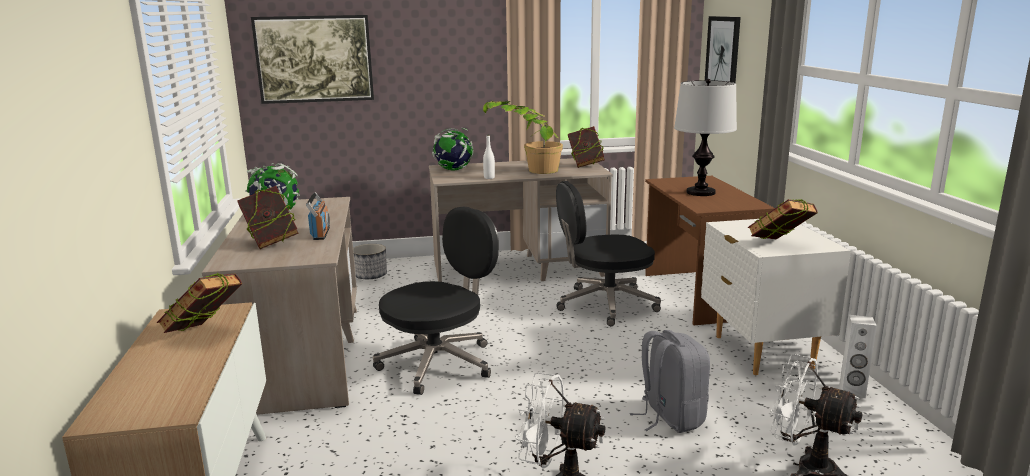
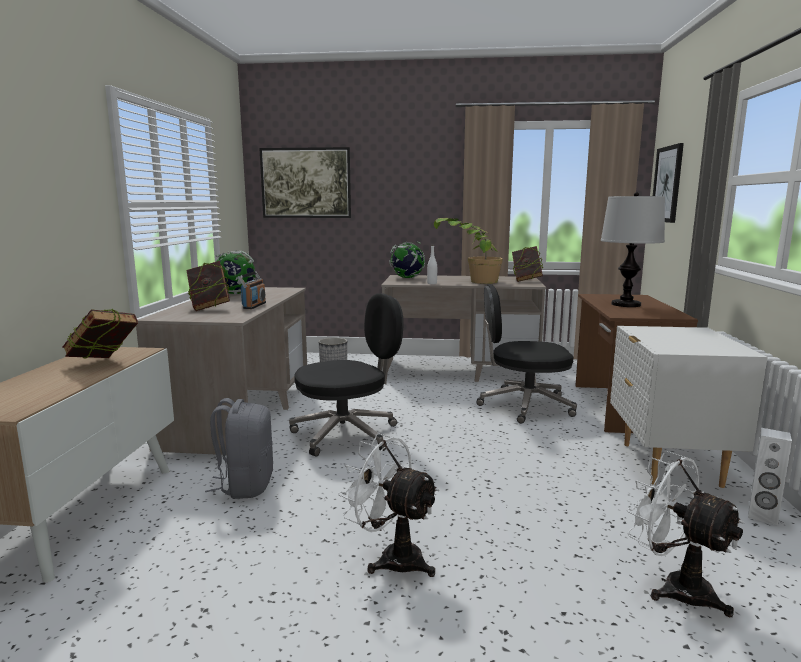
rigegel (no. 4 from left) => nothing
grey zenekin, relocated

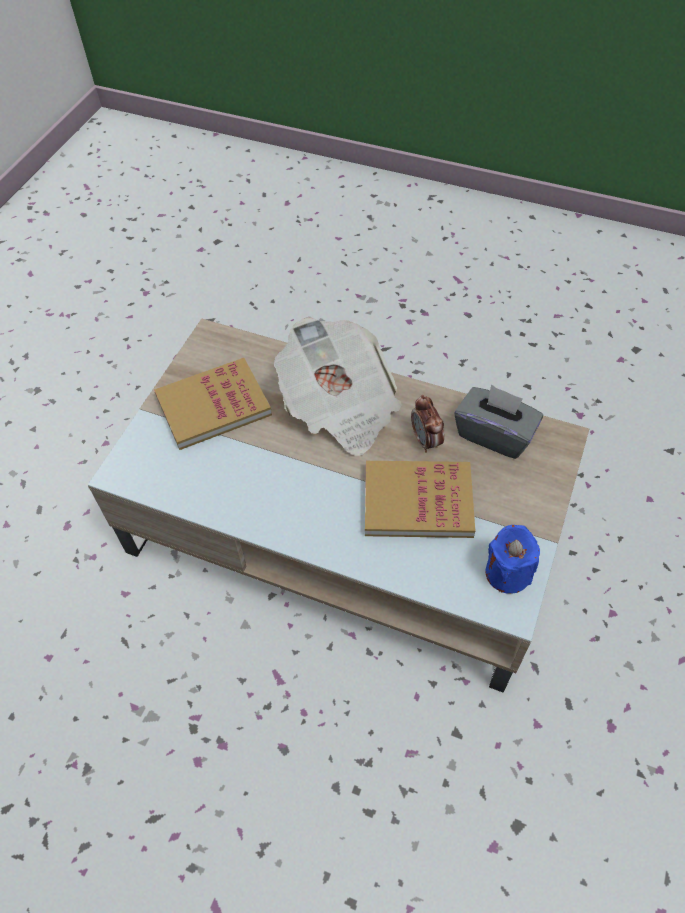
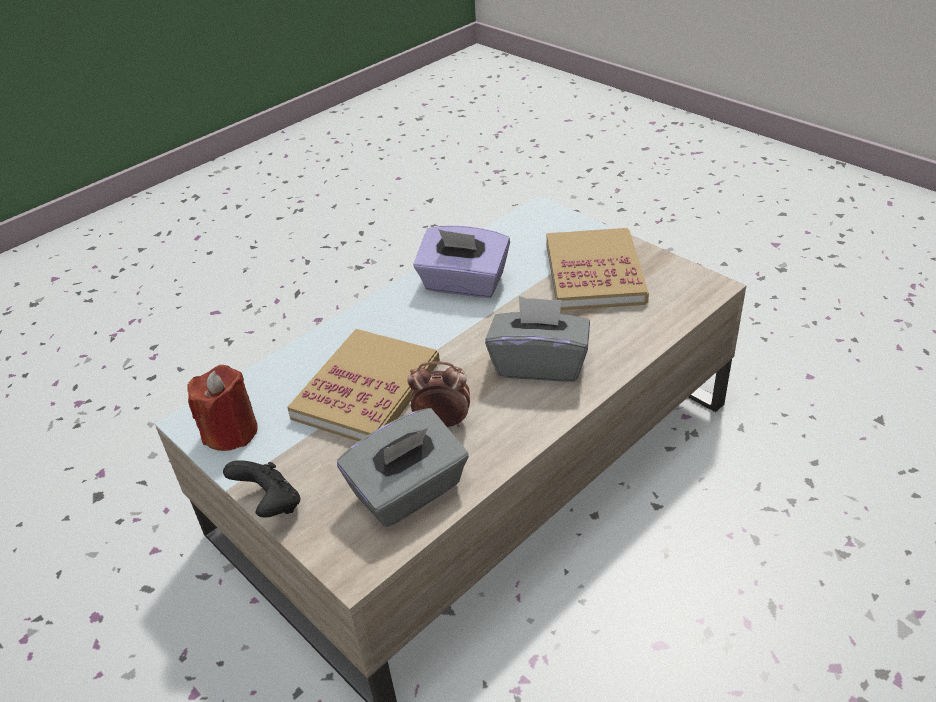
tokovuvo => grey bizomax (no. 2 from left)
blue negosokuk => red negosokuk
nothing => purple bizomax
nothing => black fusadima

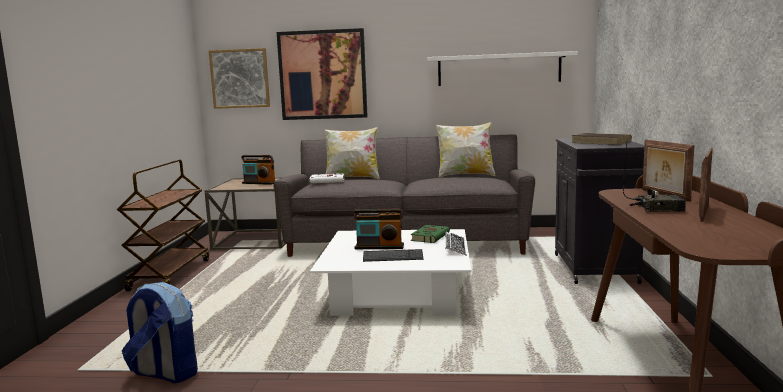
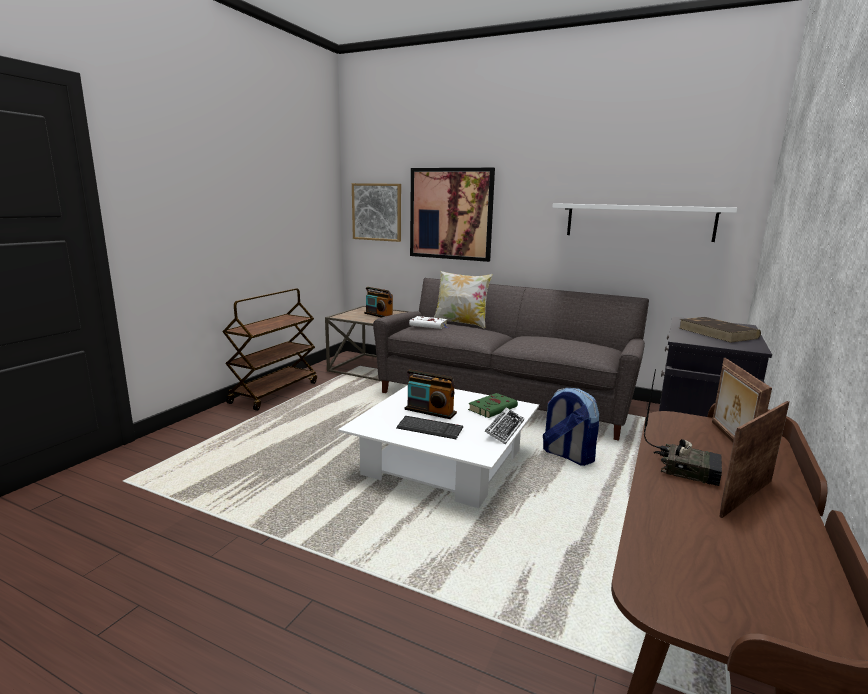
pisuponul (no. 2 from left) => nothing
zenekin, relocated

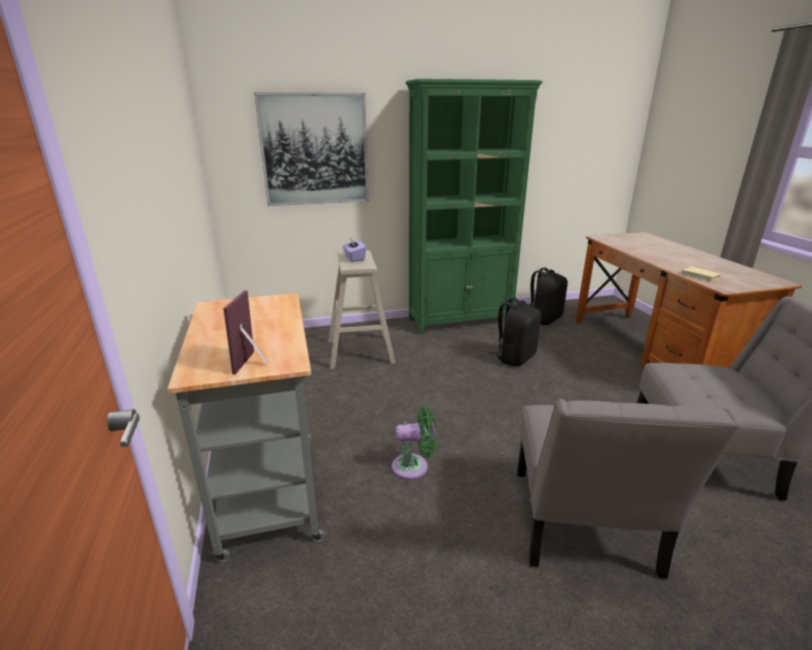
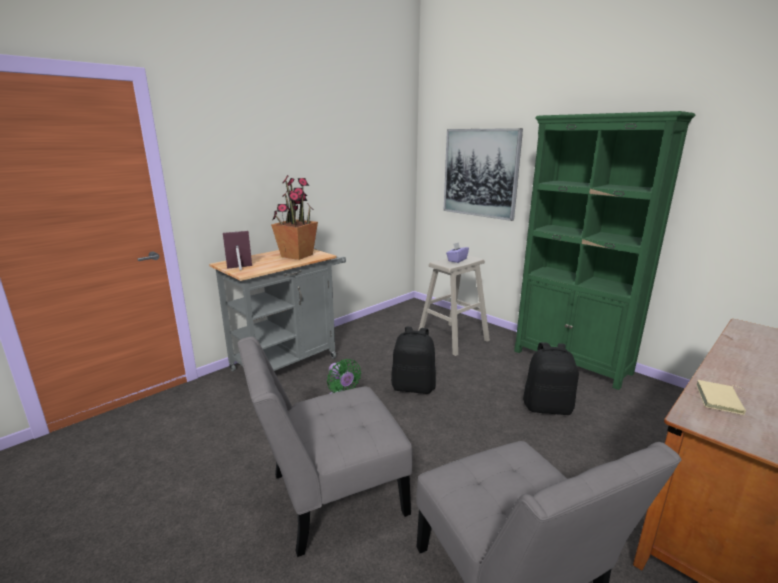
black zenekin (no. 2 from left in the first image) => black zenekin (no. 1 from left), relocated
nothing => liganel

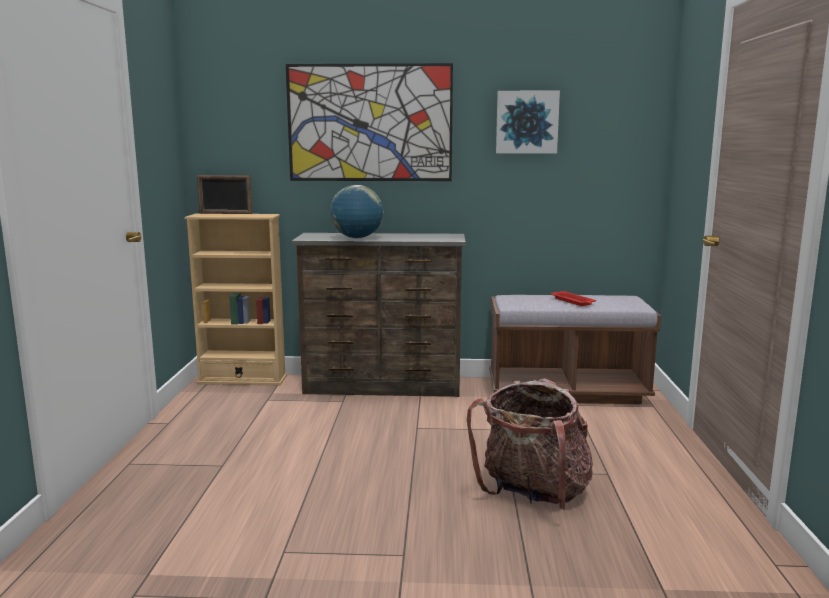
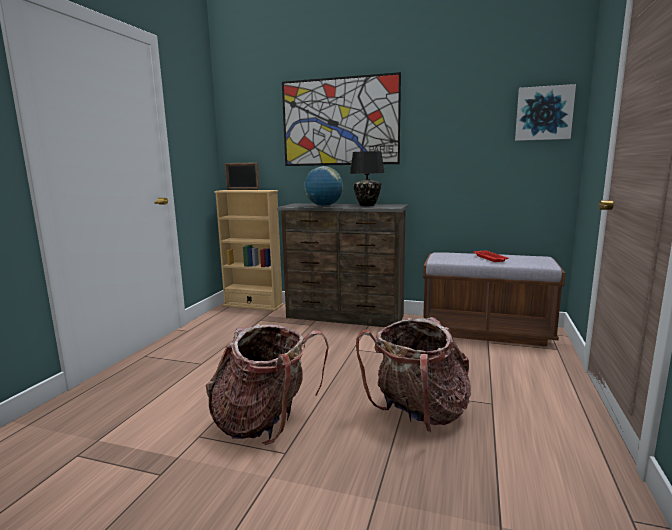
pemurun (no. 2 from left), relocated
nothing => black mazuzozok
nothing => zenekin (no. 1 from left)

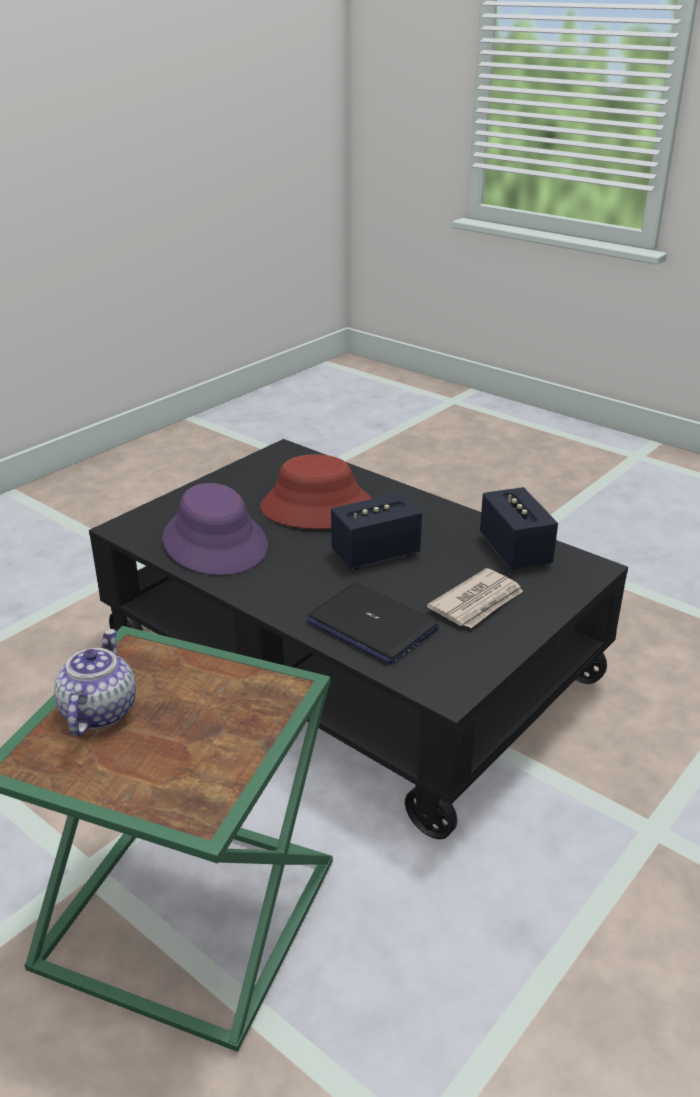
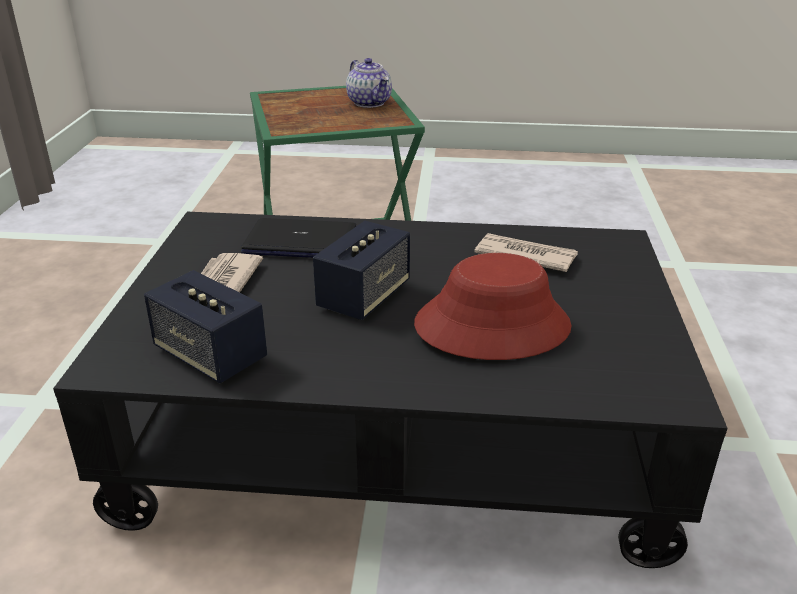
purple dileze => tokovuvo (no. 2 from left)

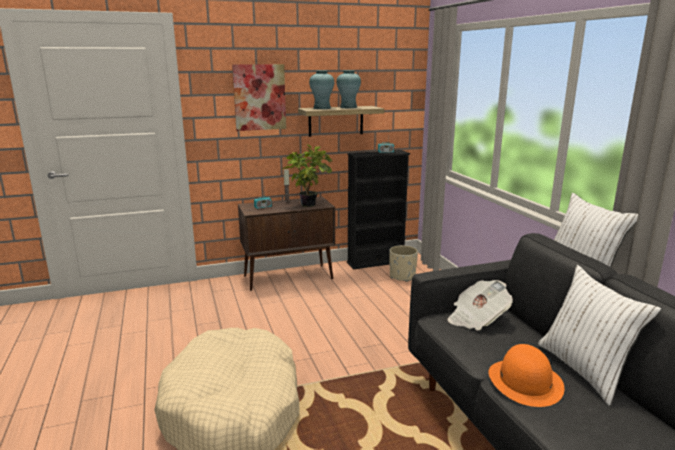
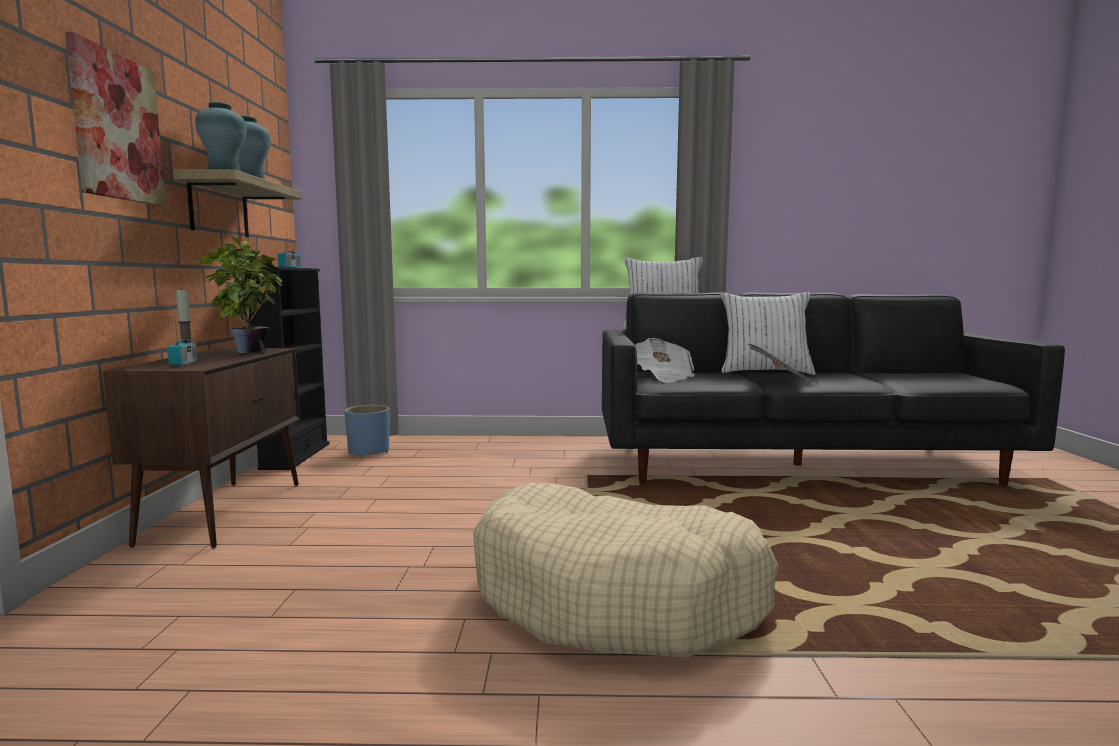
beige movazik => blue movazik
orange dileze => tokovuvo (no. 2 from left)

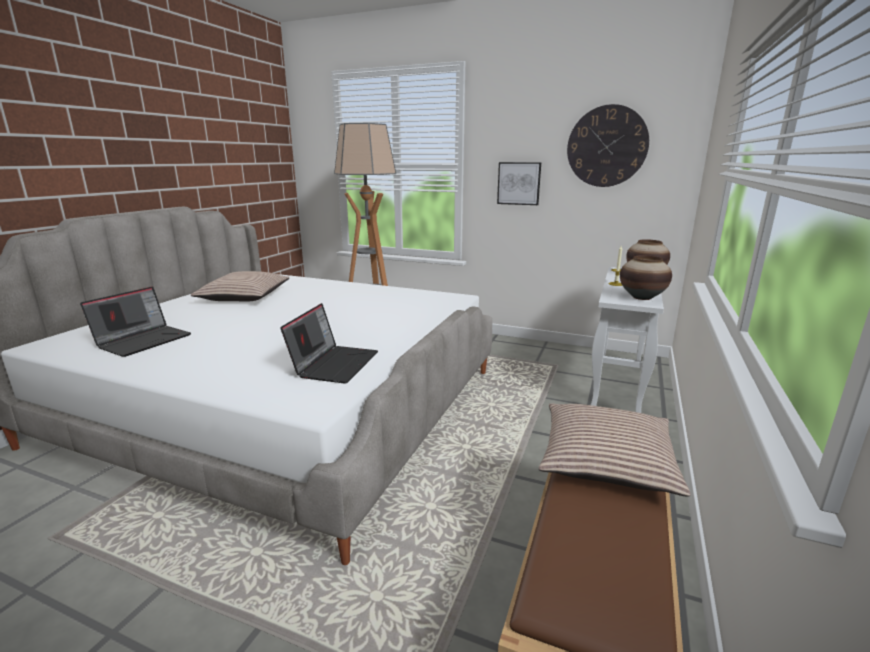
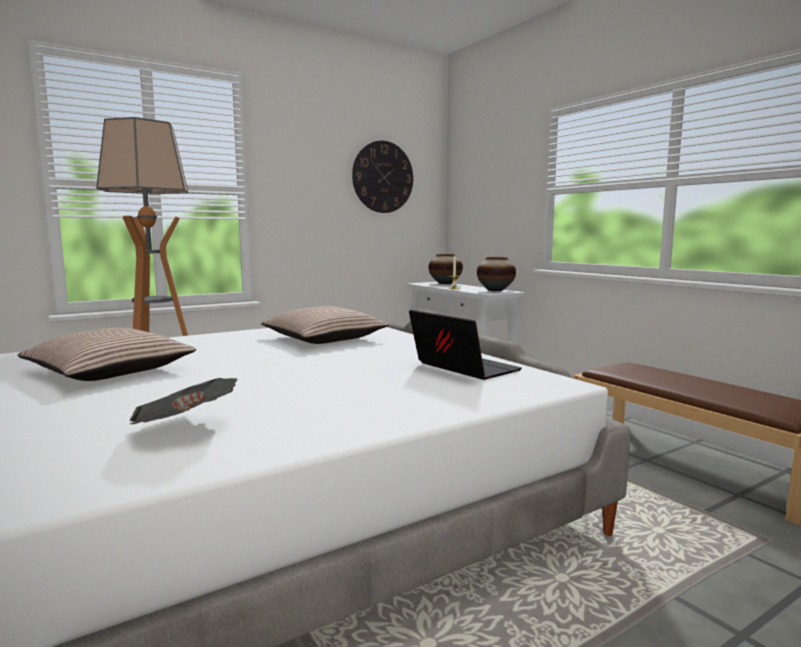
pemurun => nothing
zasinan (no. 1 from left) => tokovuvo
pisuponul (no. 2 from left), relocated

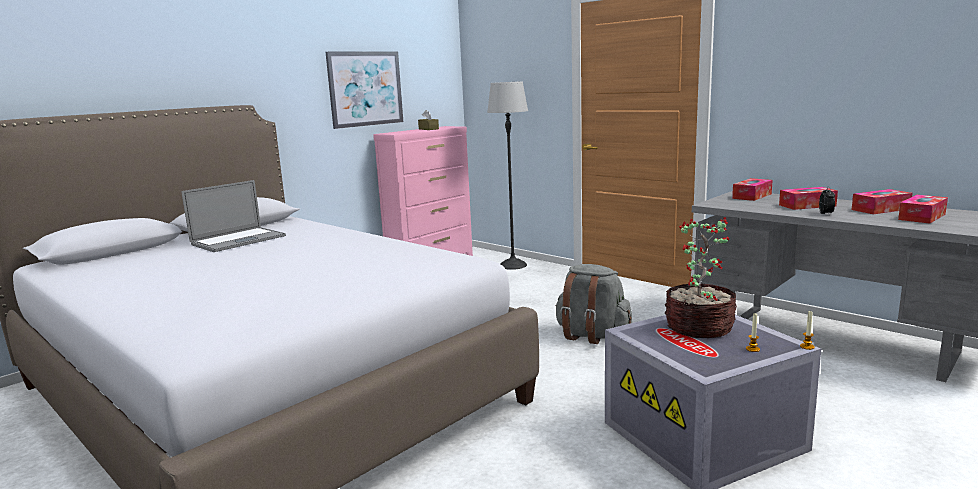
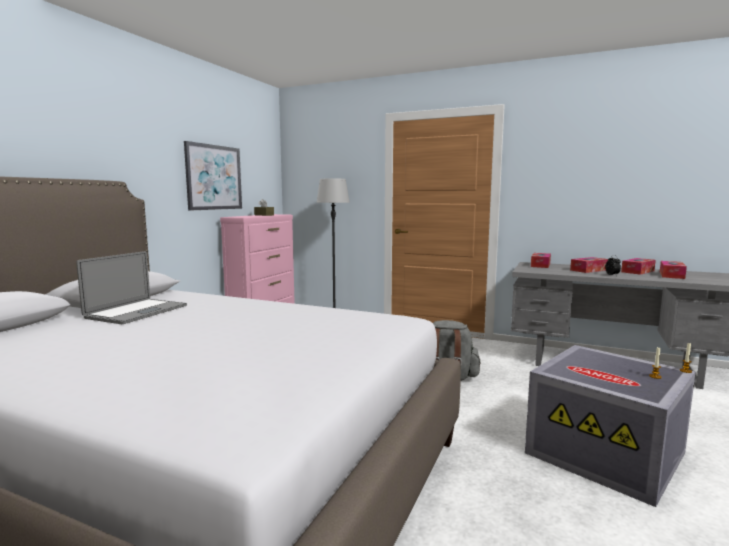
liganel => nothing

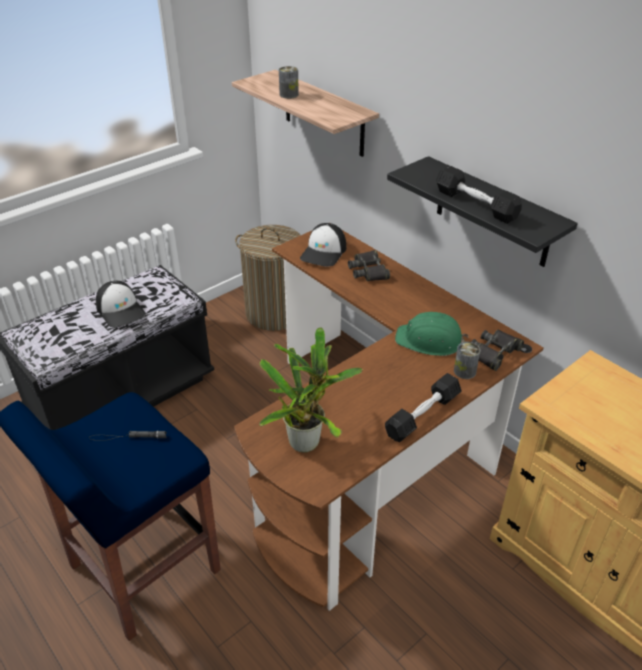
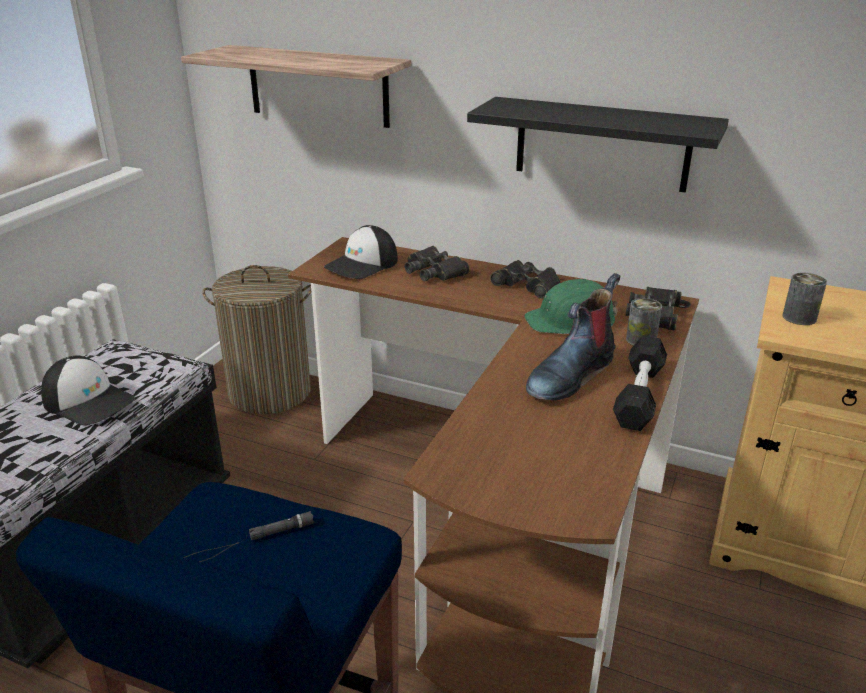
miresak (no. 1 from left in the first image) => miresak (no. 2 from left), relocated
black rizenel (no. 2 from left) => nothing
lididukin (no. 2 from left), 45 degrees clockwise
liganel => nothing
nothing => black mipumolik (no. 2 from left)
nothing => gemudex

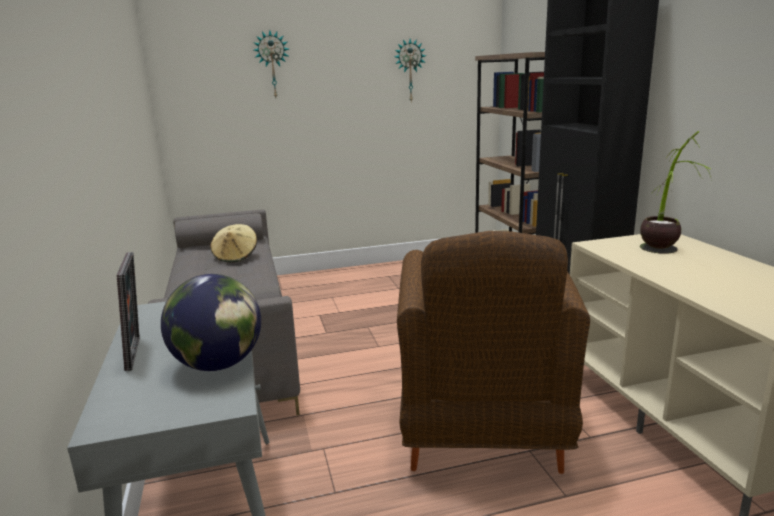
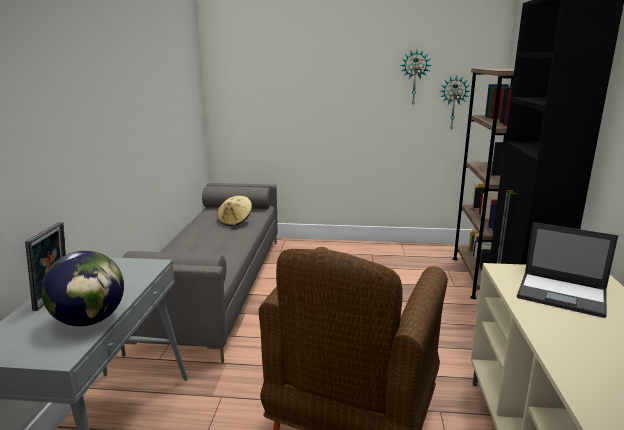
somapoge (no. 1 from left in the first image) => somapoge (no. 2 from left), relocated
liganel => zasinan

